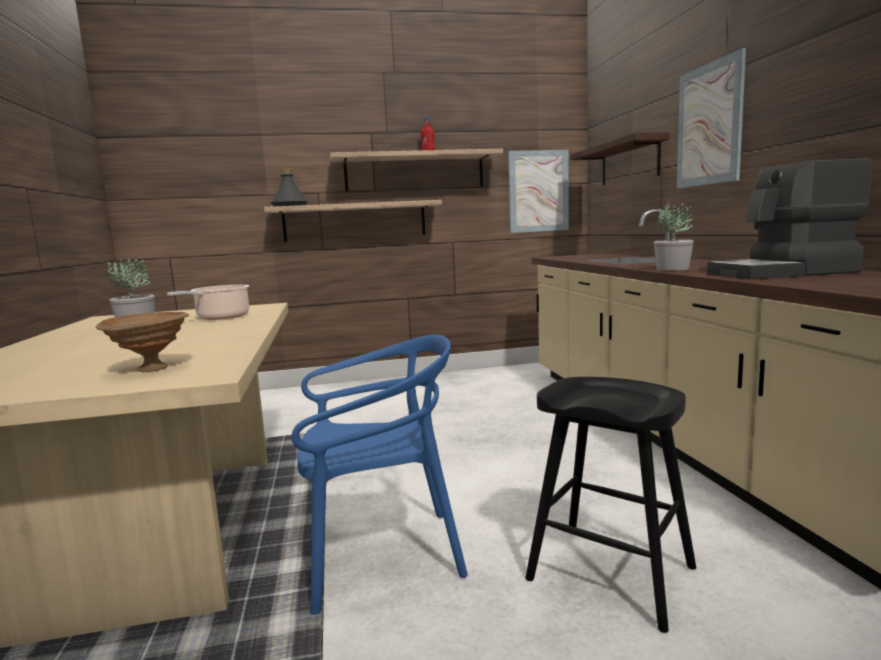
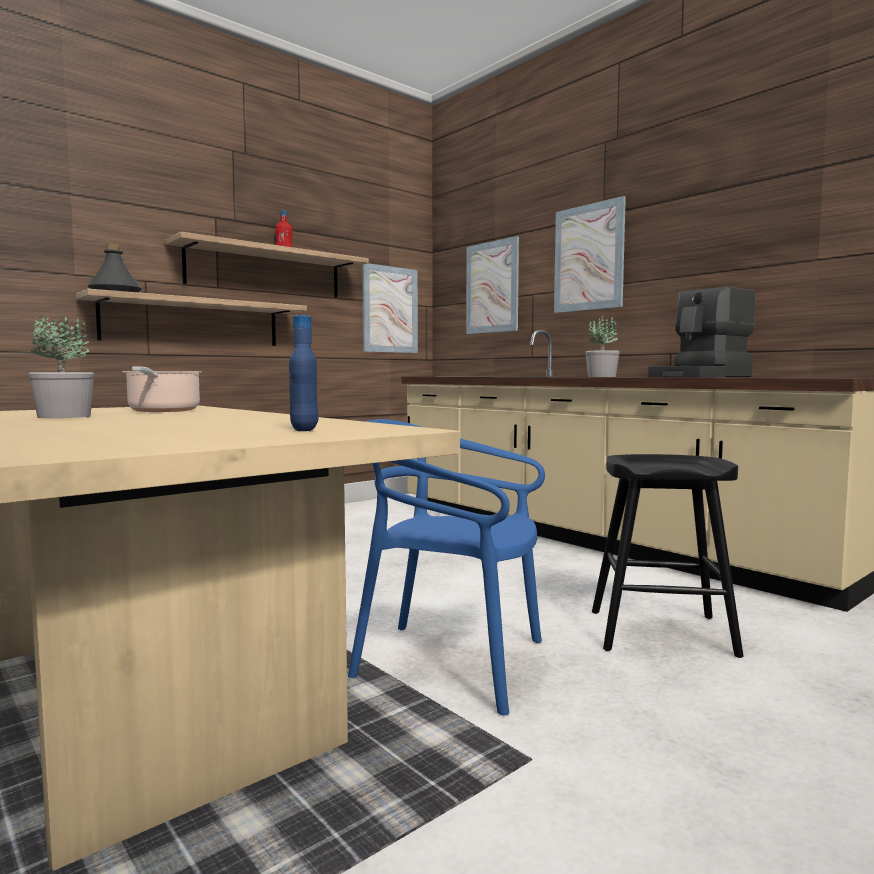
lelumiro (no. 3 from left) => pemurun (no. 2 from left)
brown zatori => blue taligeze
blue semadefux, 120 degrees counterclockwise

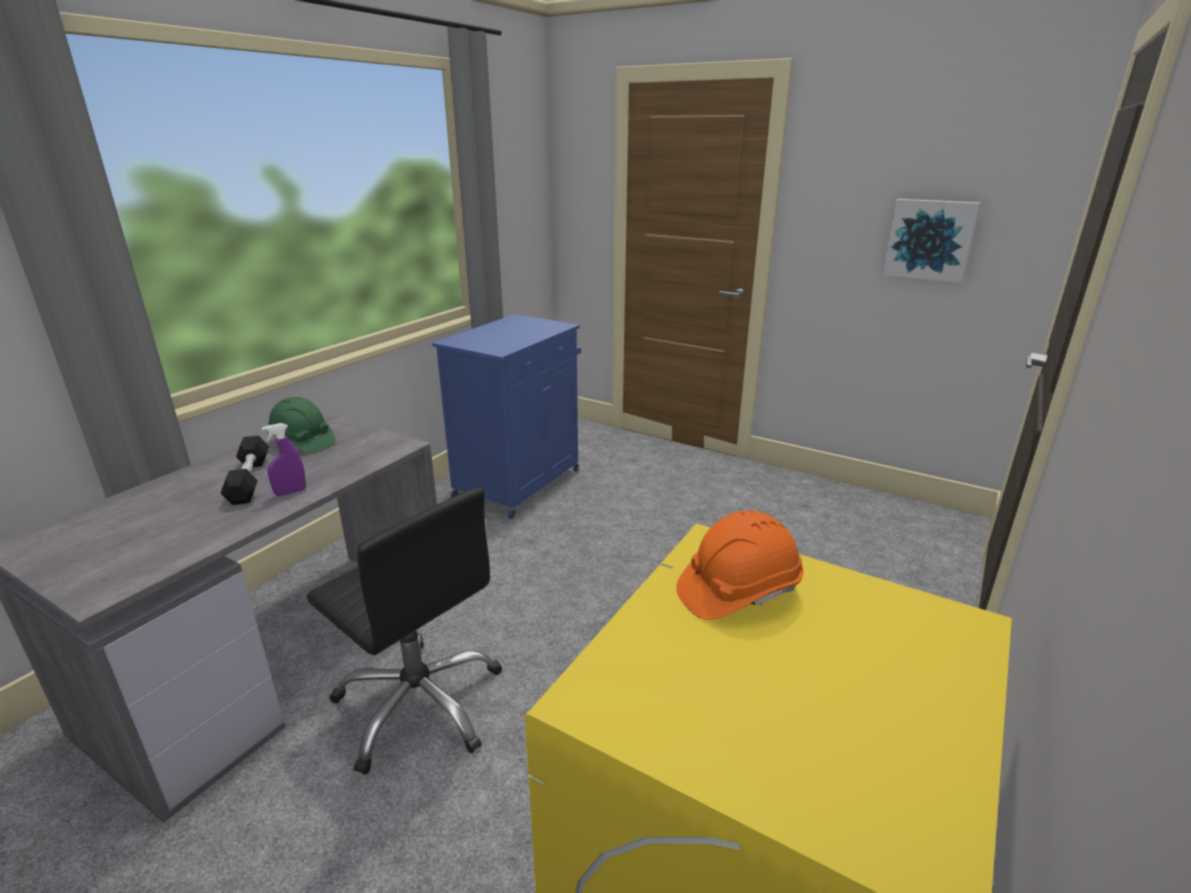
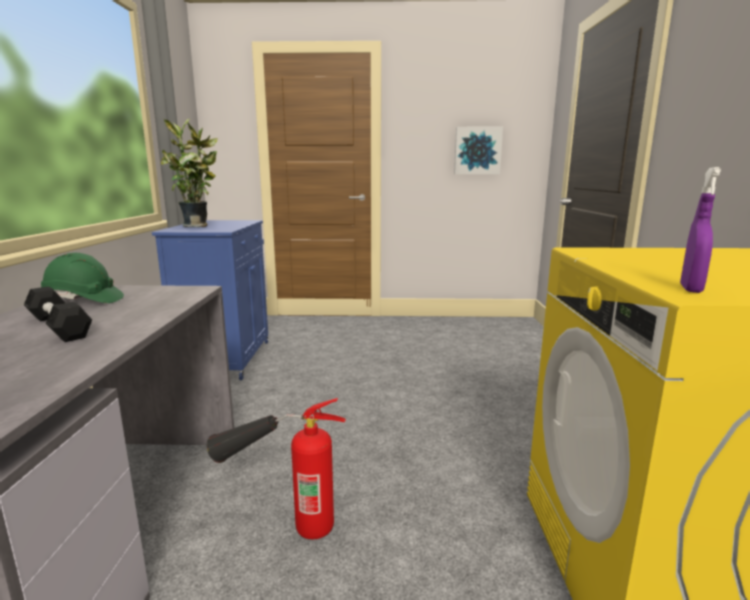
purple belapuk, relocated
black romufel => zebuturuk
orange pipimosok => nothing
nothing => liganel

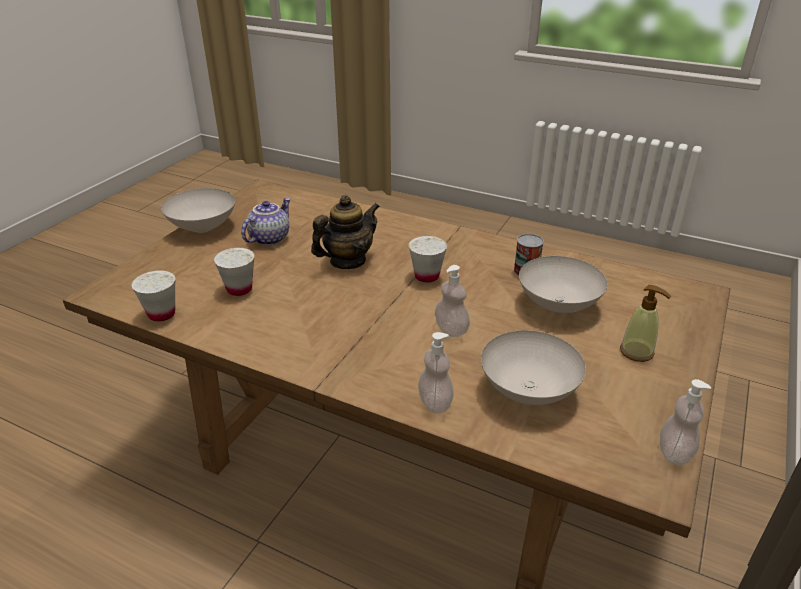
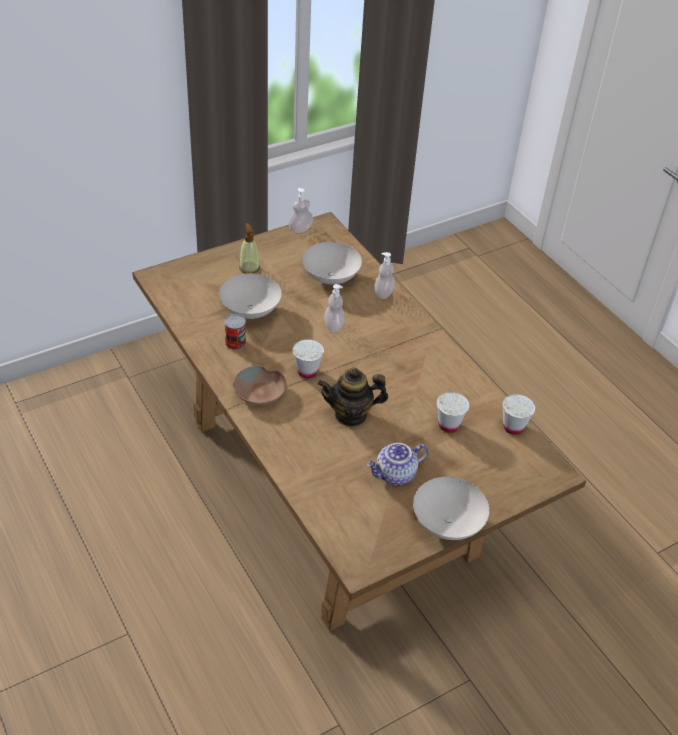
nothing => brown zatori

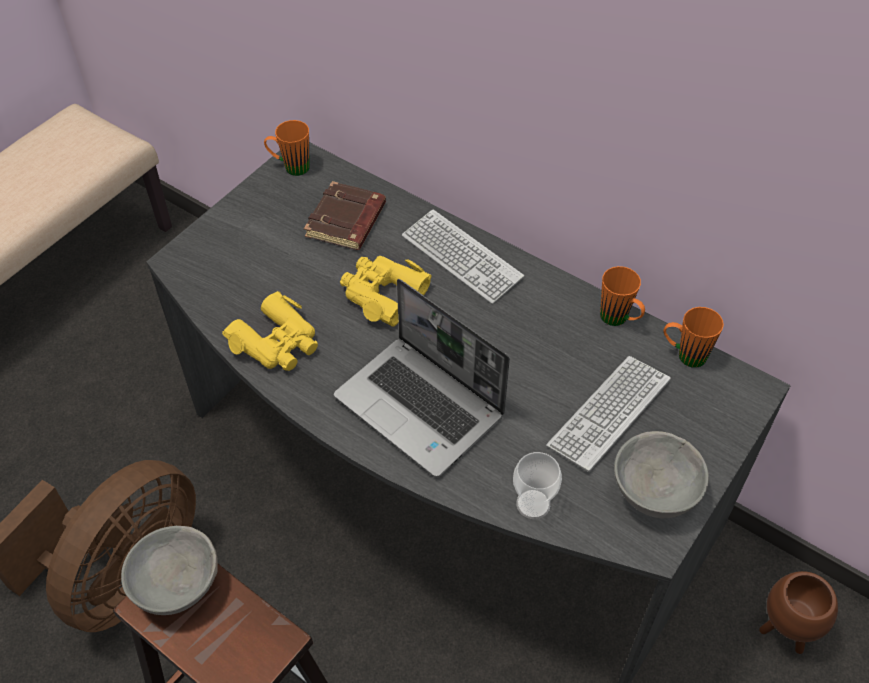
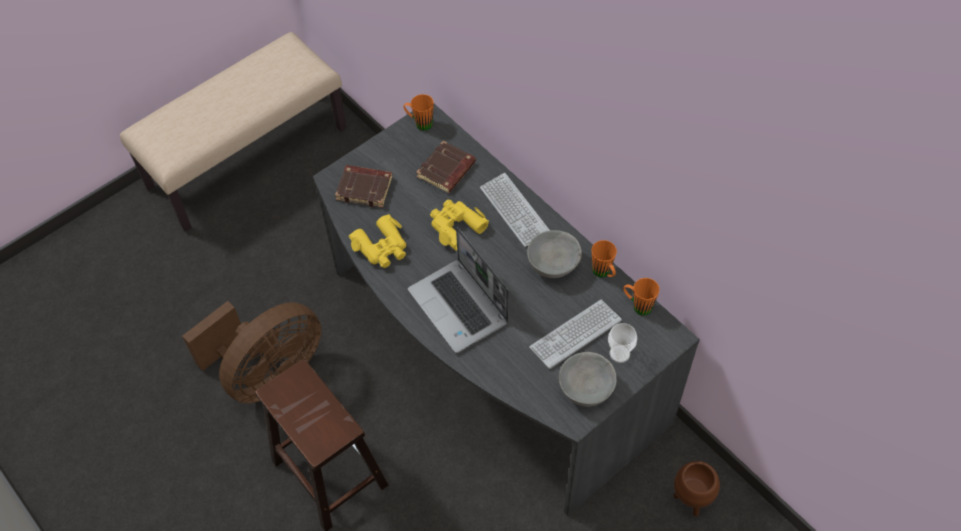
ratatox, relocated
grey zatori (no. 1 from left), relocated
nothing => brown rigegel (no. 1 from left)

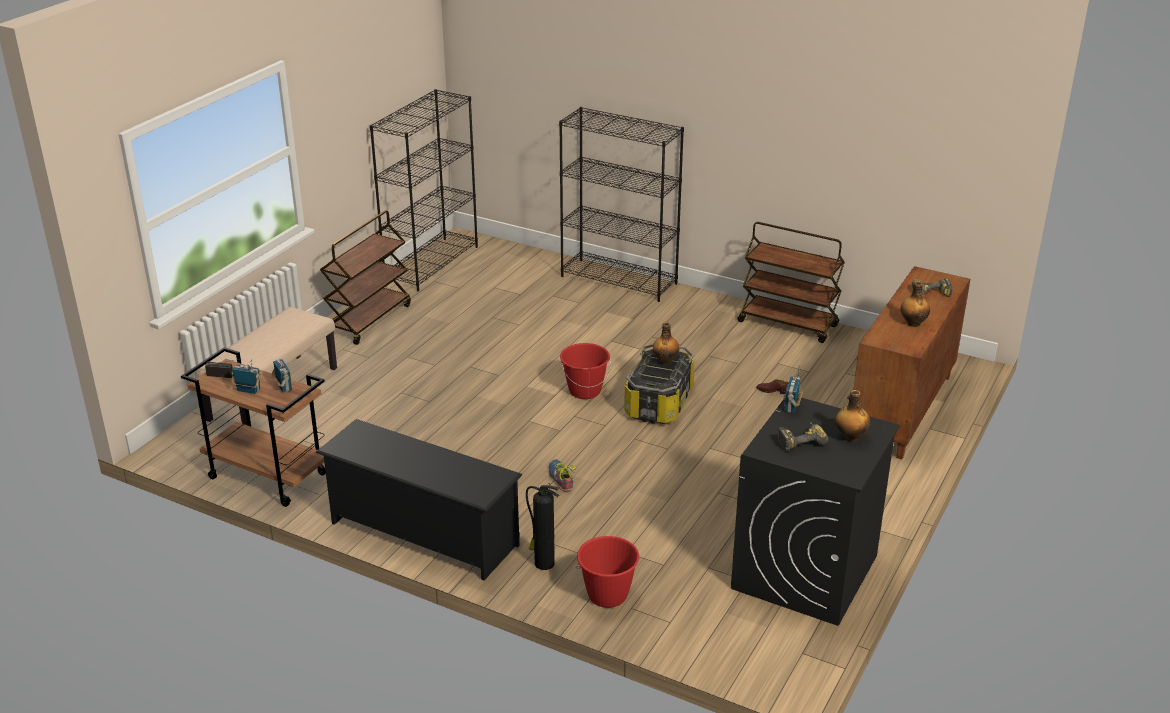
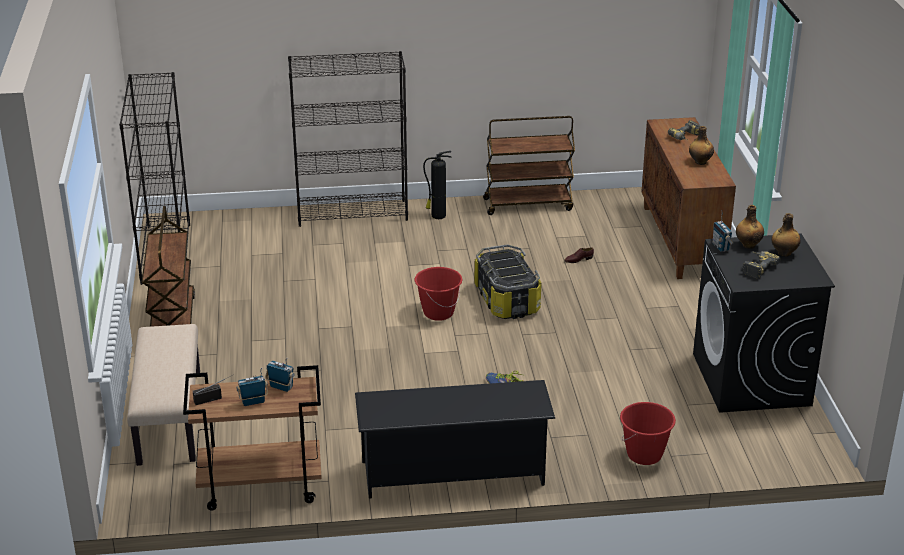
taligeze (no. 1 from left in the first image) => taligeze (no. 2 from left), relocated
zebuturuk, relocated

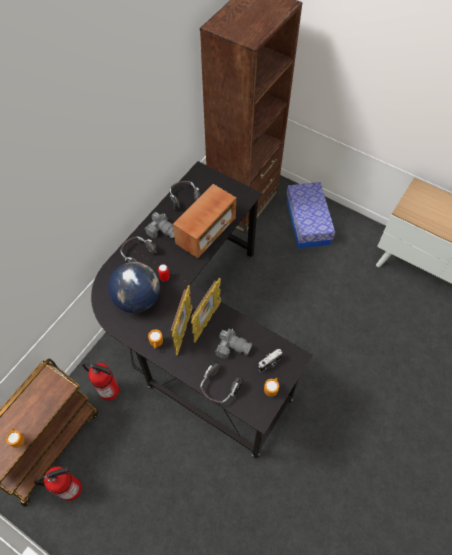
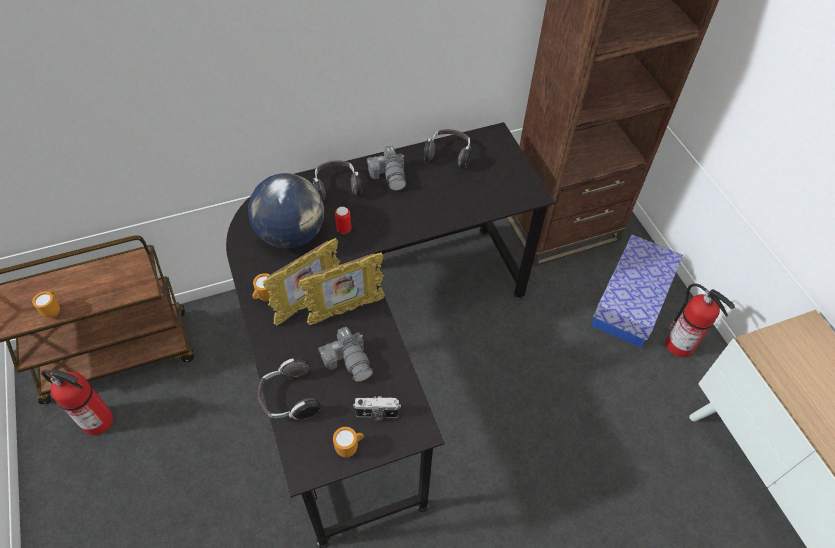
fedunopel => nothing
zebuturuk (no. 2 from left), relocated

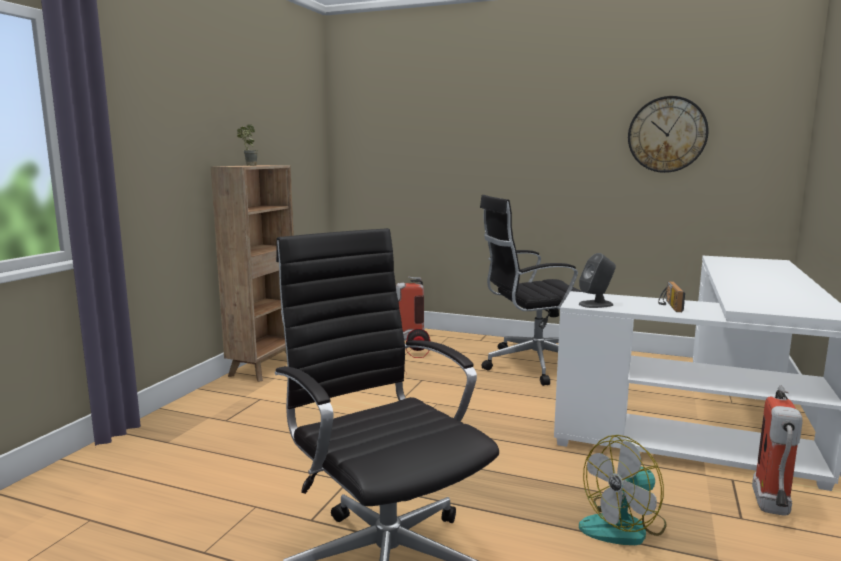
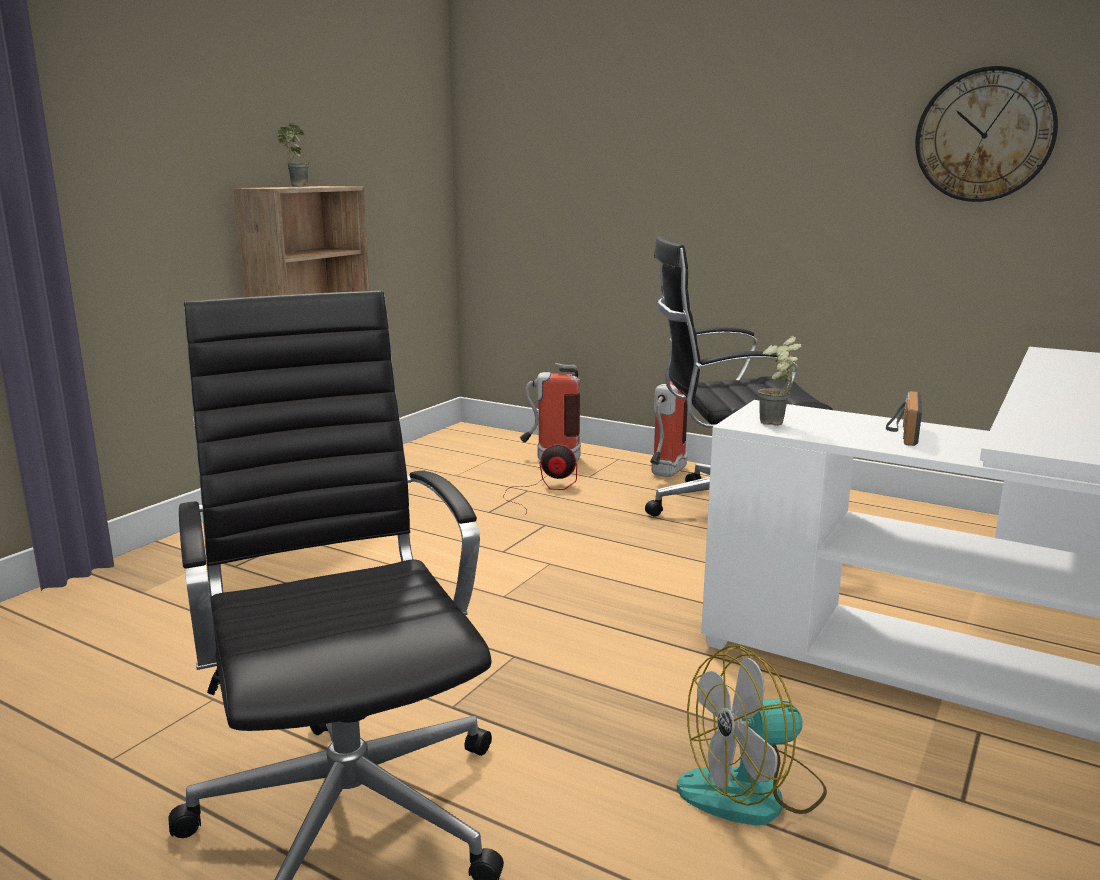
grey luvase => liganel (no. 2 from left)
zebuturuk (no. 2 from left), relocated

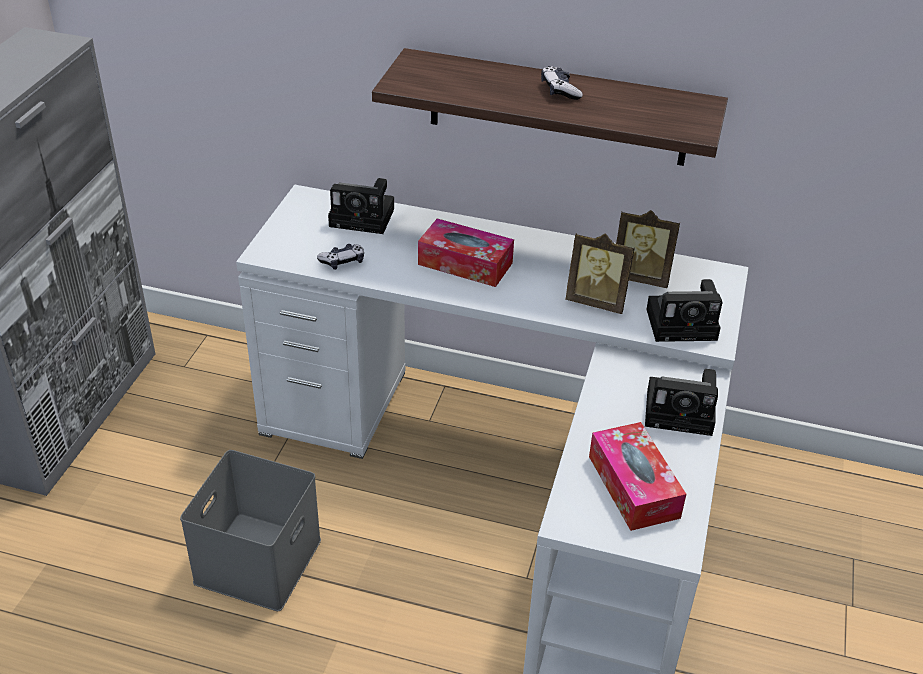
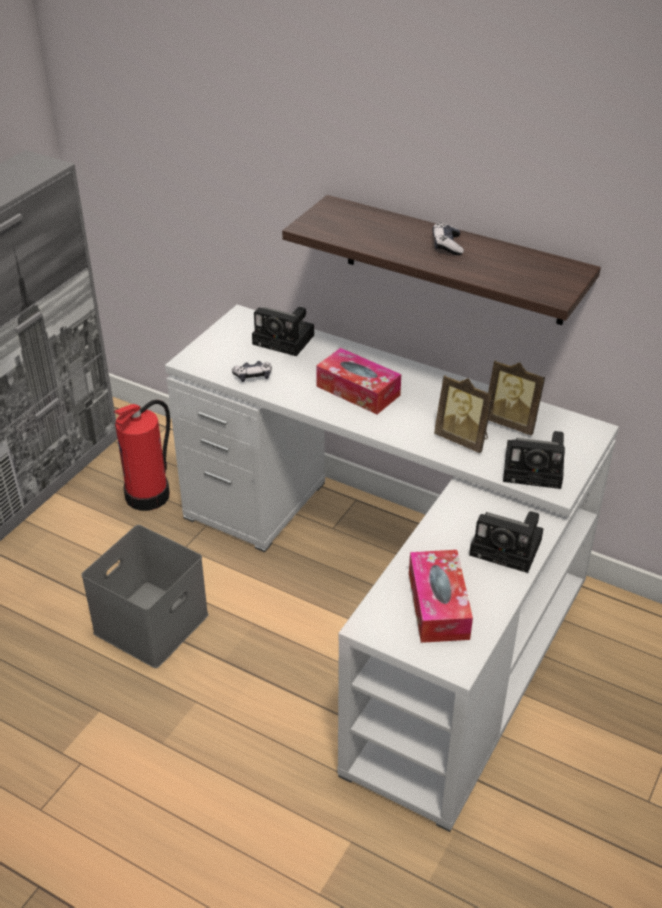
nothing => zebuturuk

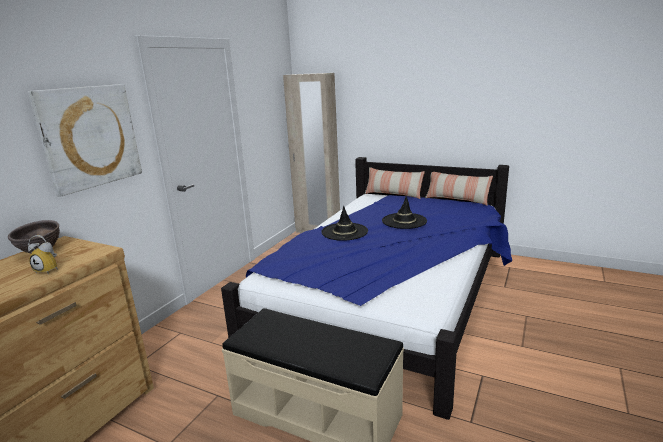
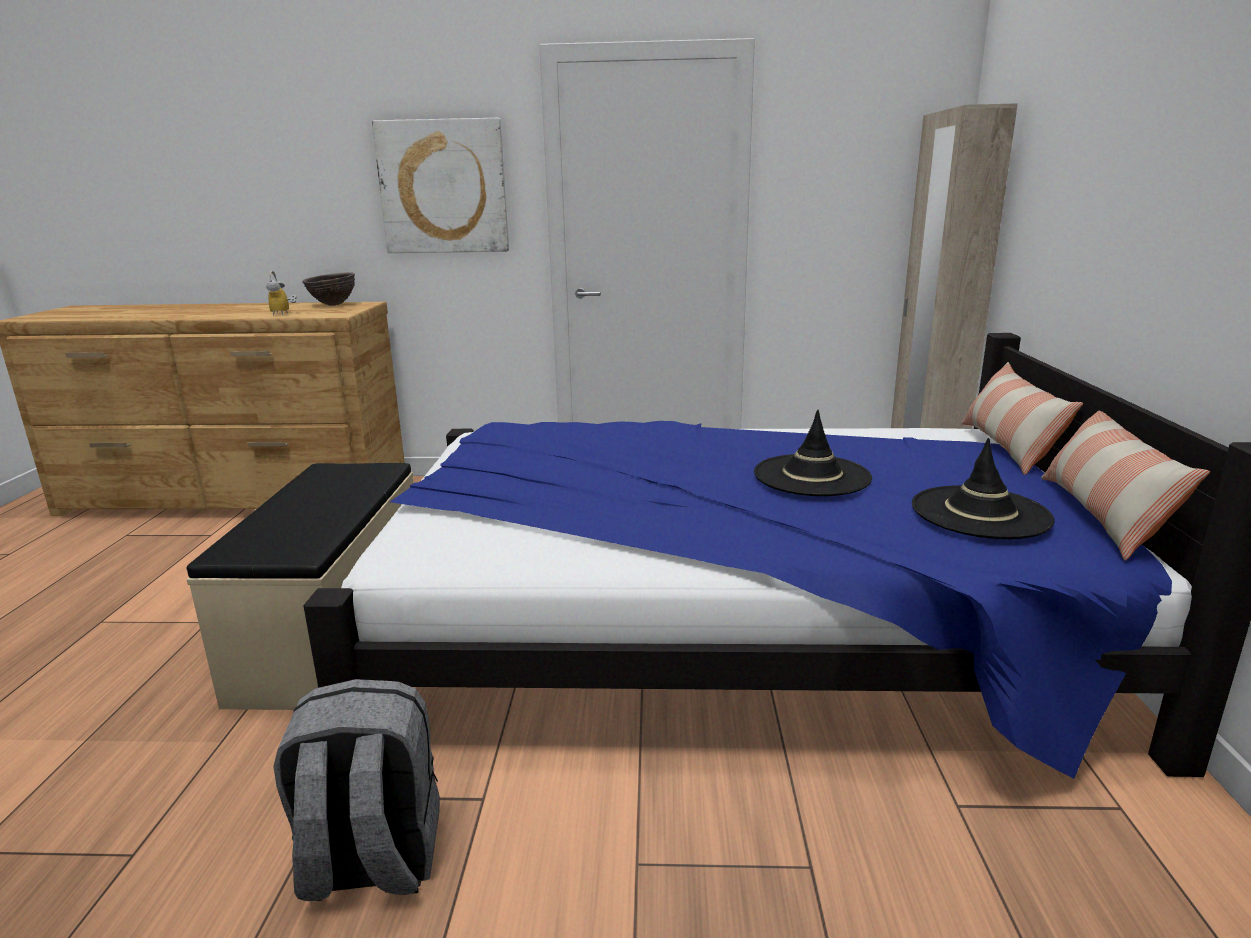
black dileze (no. 1 from left in the first image) => black dileze (no. 2 from left), relocated
nothing => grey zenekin

